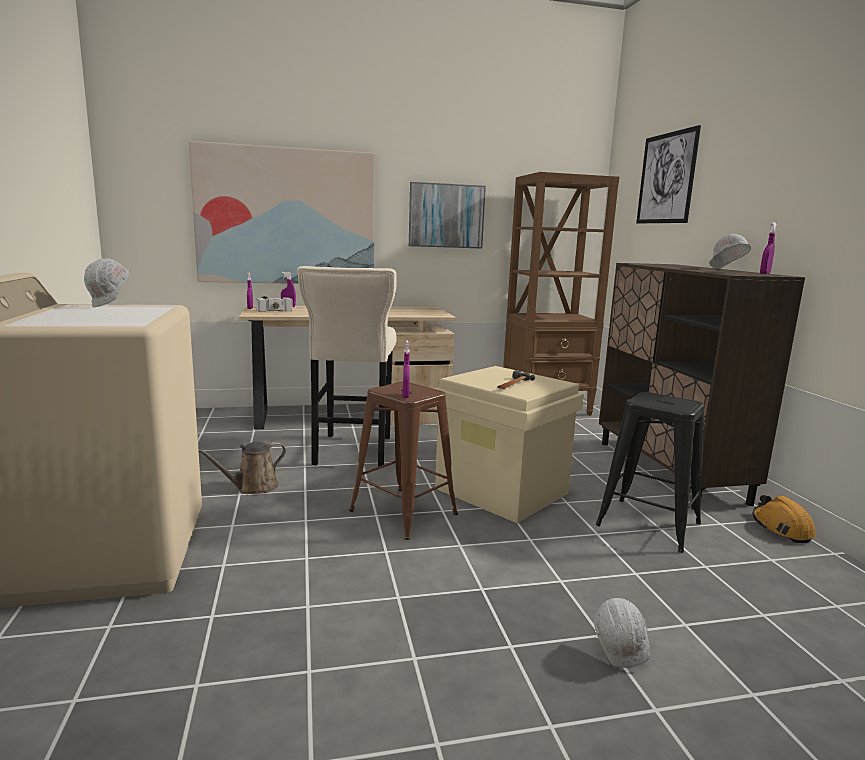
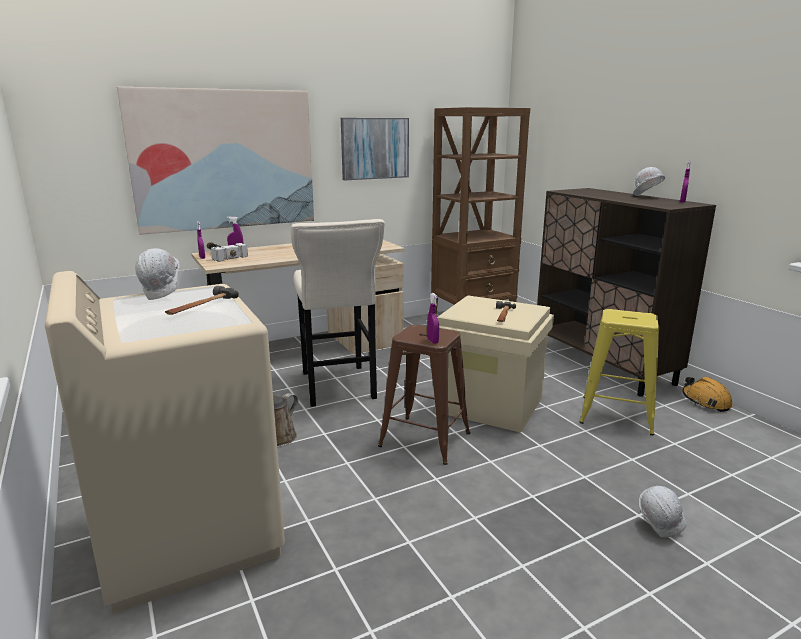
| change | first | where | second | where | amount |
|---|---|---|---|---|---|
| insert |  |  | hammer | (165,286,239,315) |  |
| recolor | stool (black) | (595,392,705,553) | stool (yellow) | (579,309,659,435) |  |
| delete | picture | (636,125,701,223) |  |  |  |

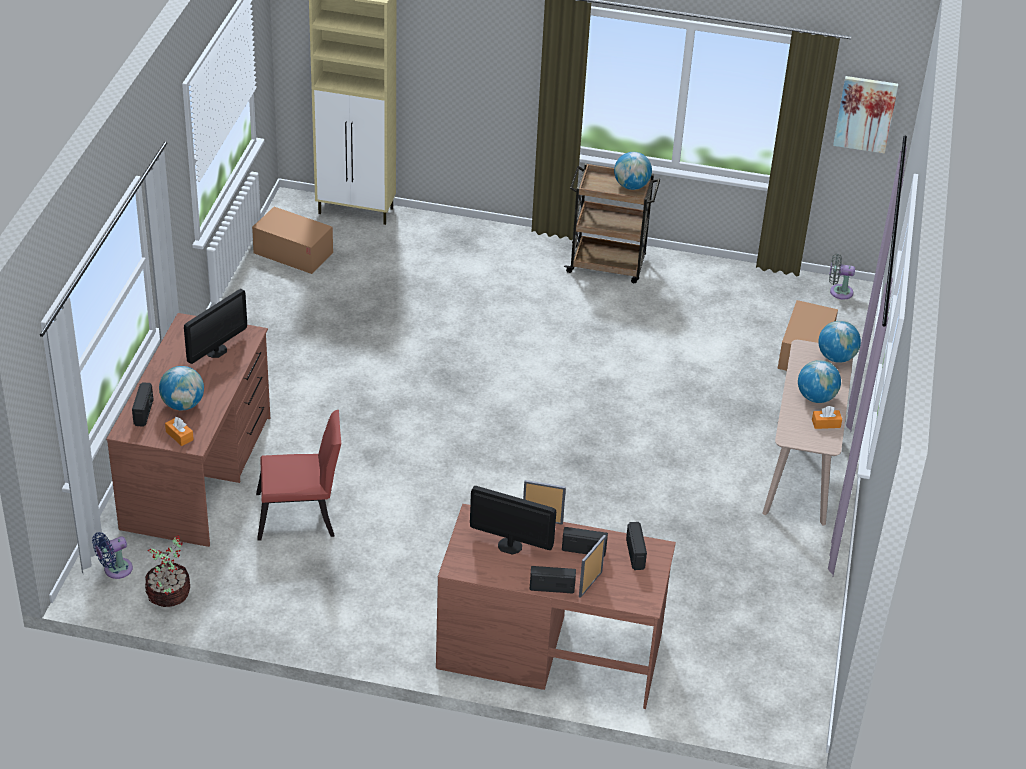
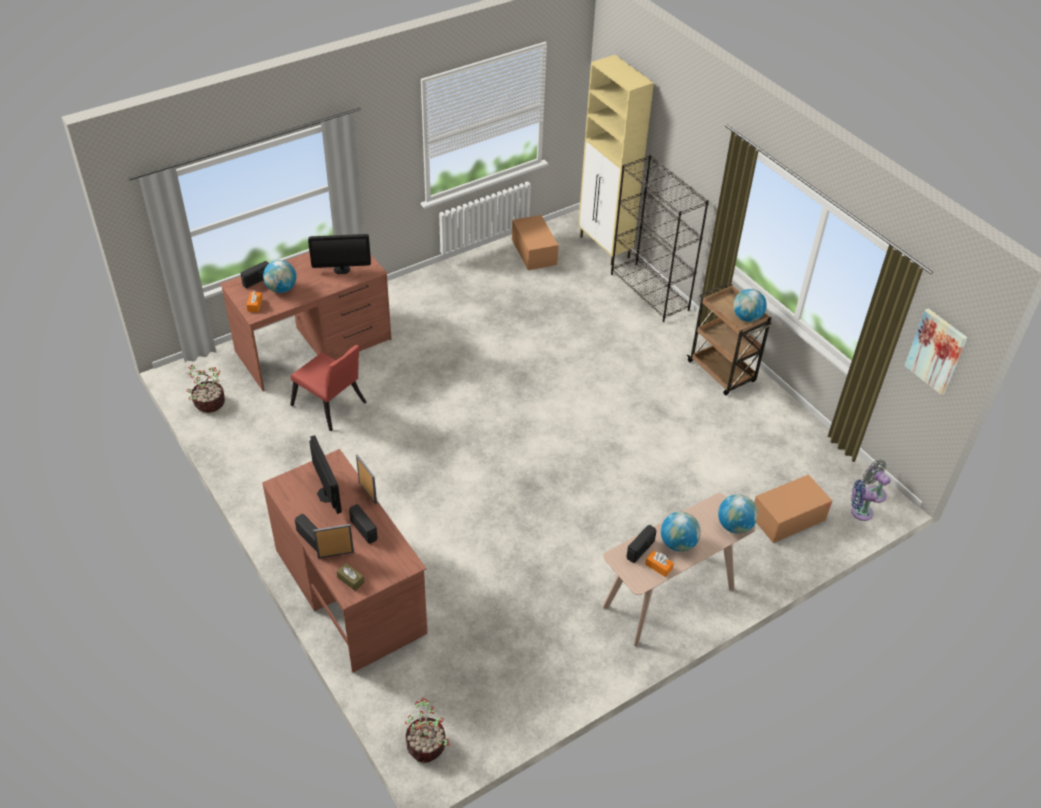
| change | first | where | second | where | amount |
|---|---|---|---|---|---|
| insert |  |  | tissue box (brown) | (336,563,365,591) |  |
| insert |  |  | potted plant | (404,697,450,763) |  |
| insert |  |  | bookcase (black) | (611,155,709,322) |  |
| move | radio | (626,522,647,570) |  | (626,525,656,563) |  |
| move | fan (blue) | (92,532,133,579) |  | (851,480,878,521) |  |

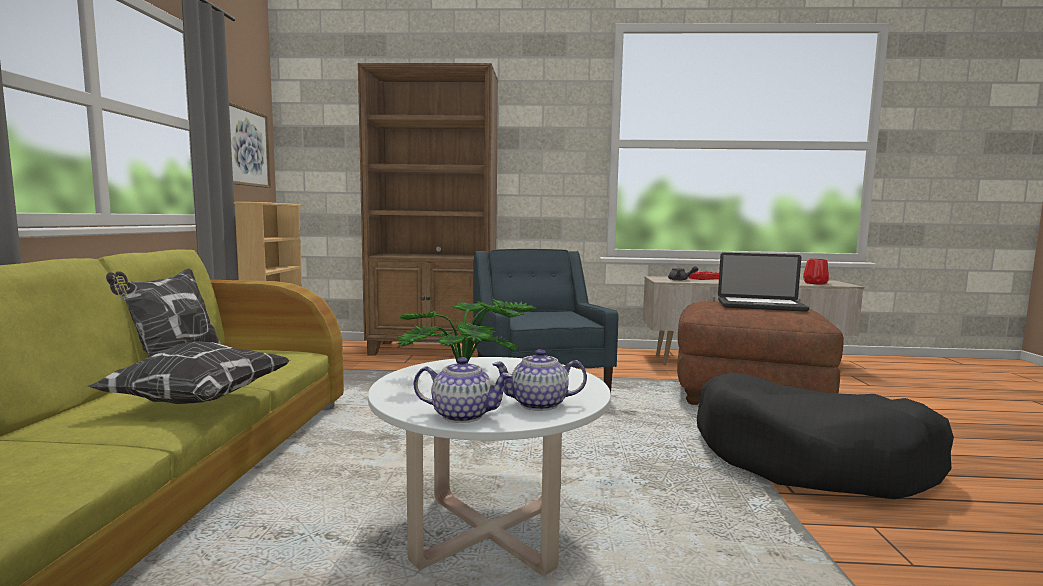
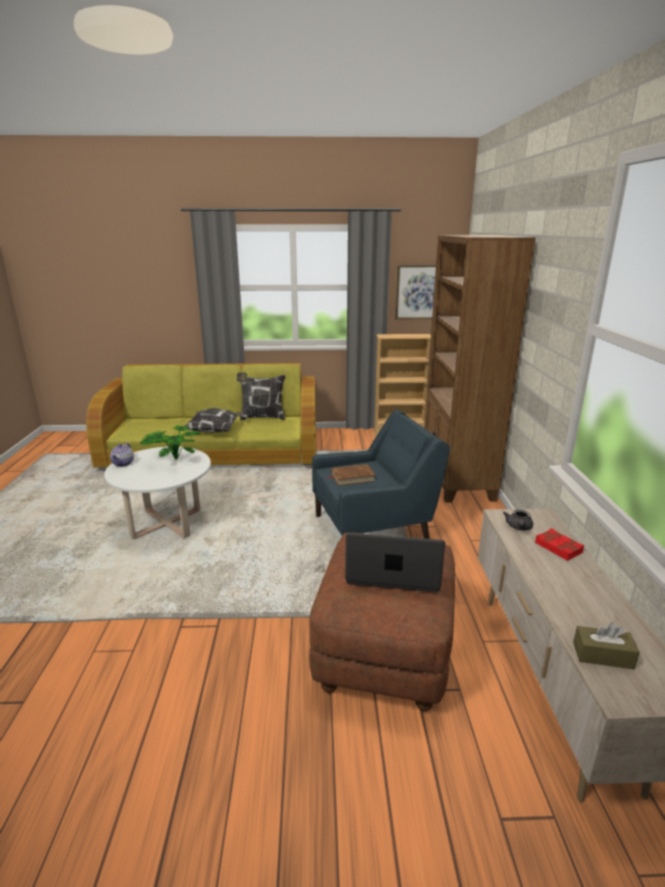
| change | first | where | second | where | amount |
|---|---|---|---|---|---|
| insert |  |  | book (brown) | (326,464,375,486) |  |
| rotate | laptop | (718,253,809,312) |  | (345,533,445,592) | 90 degrees clockwise |
| replace | vase (red) | (803,259,829,285) | tissue box (brown) | (573,623,640,669) |  |
| delete | teapot | (492,349,587,411) |  |  |  |
| delete | dog bed (black) | (697,373,954,499) |  |  |  |

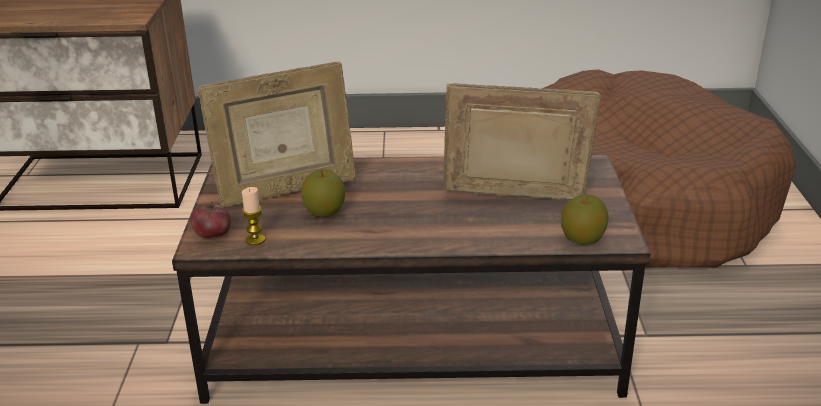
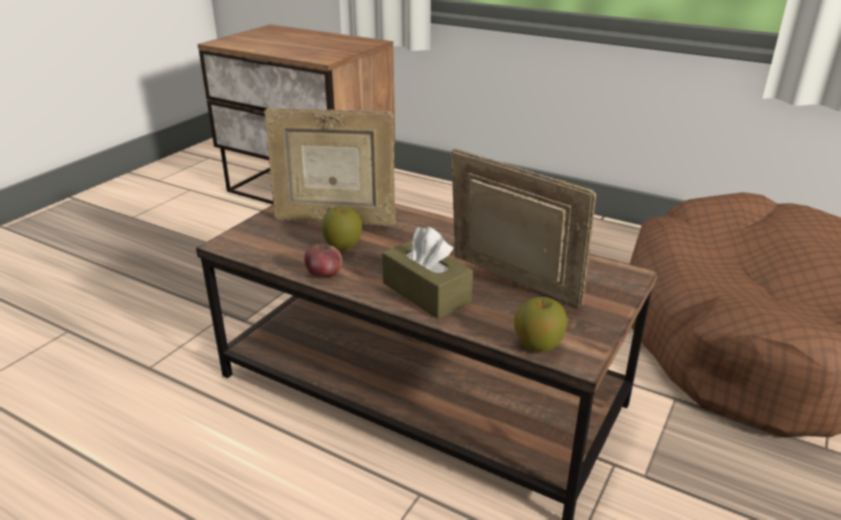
| change | first | where | second | where | amount |
|---|---|---|---|---|---|
| move | apple | (191,202,231,238) |  | (304,242,342,277) |  |
| insert |  |  | tissue box (brown) | (382,227,473,319) |  |
| delete | candle | (242,187,265,245) |  |  |  |

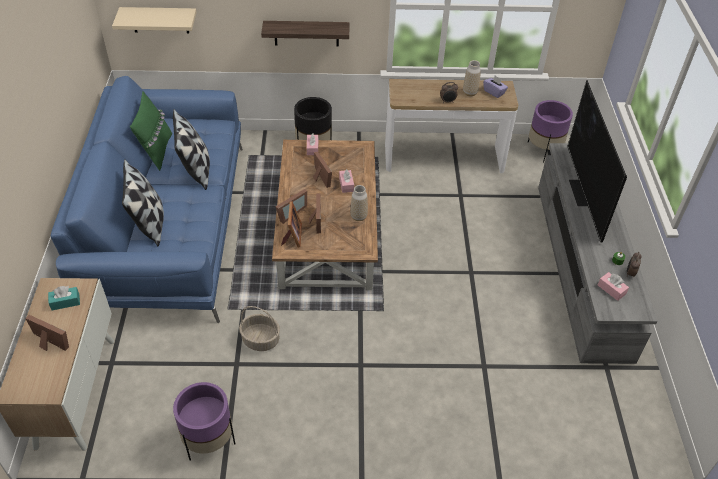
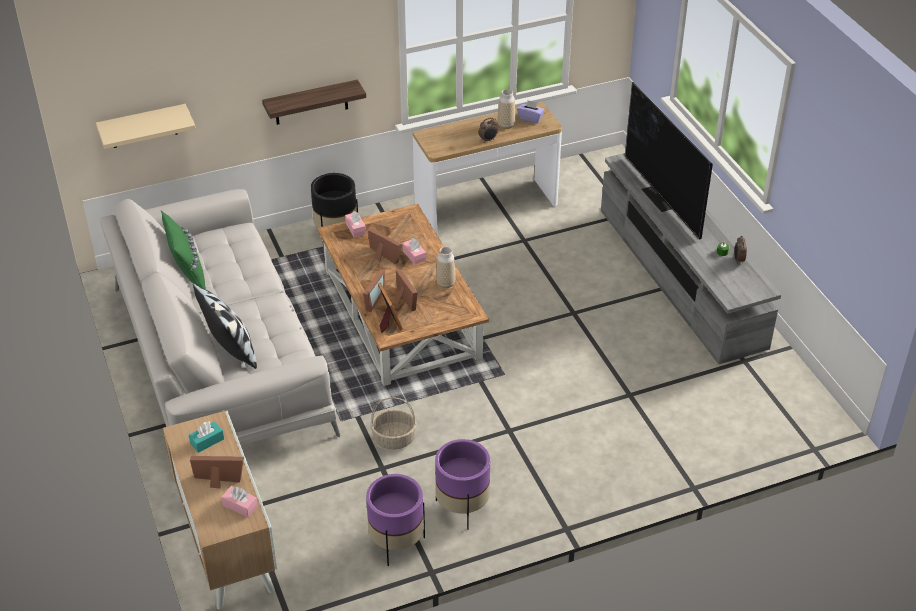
| change | first | where | second | where | amount |
|---|---|---|---|---|---|
| recolor | sofa (blue) | (51,76,243,324) | sofa (grey) | (100,189,340,446) |  |
| move | tissue box (pink) | (598,272,629,301) |  | (221,486,258,517) |  |
| move | planter (purple) | (528,100,573,163) |  | (435,439,490,530) |  |
| delete | pillow | (173,109,210,190) |  |  |  |

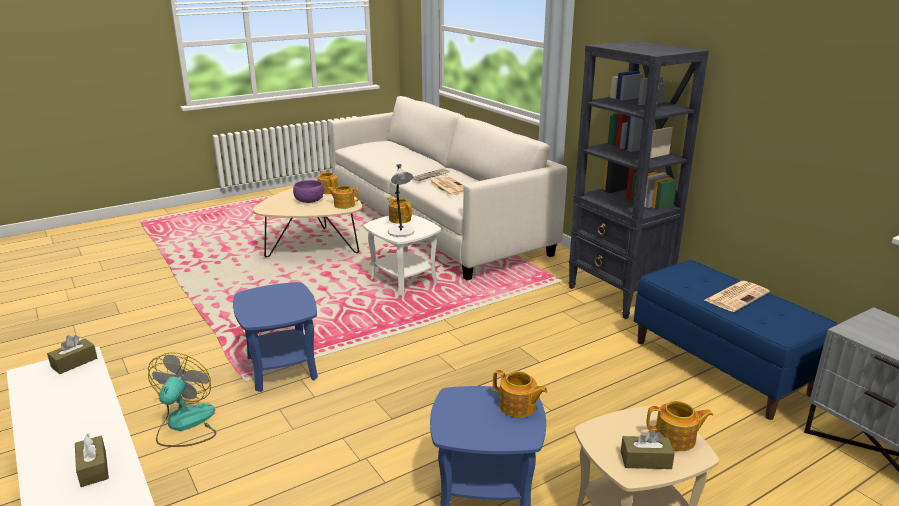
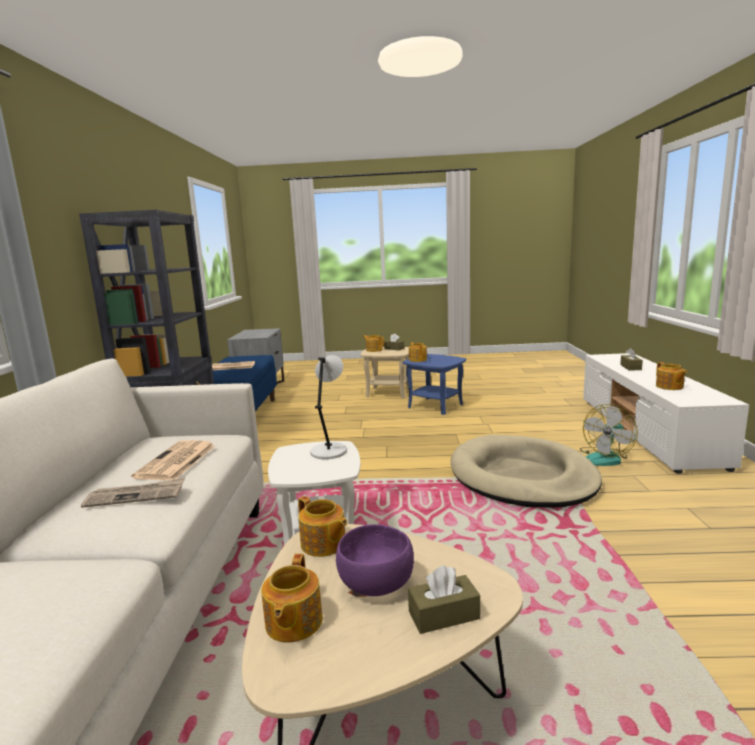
| change | first | where | second | where | amount |
|---|---|---|---|---|---|
| move | tissue box (brown) | (47,335,97,374) |  | (408,565,480,634) |  |
| replace | side table (blue) | (233,282,318,392) | dog bed (beige) | (451,435,602,508) |  |
| move | teapot | (387,197,412,224) |  | (656,362,687,390) |  |

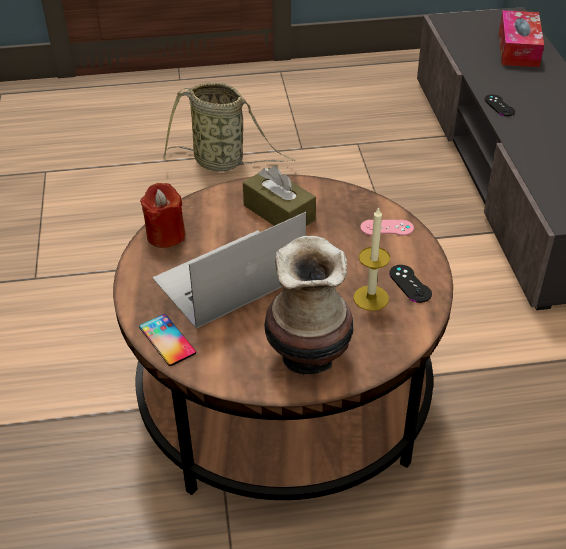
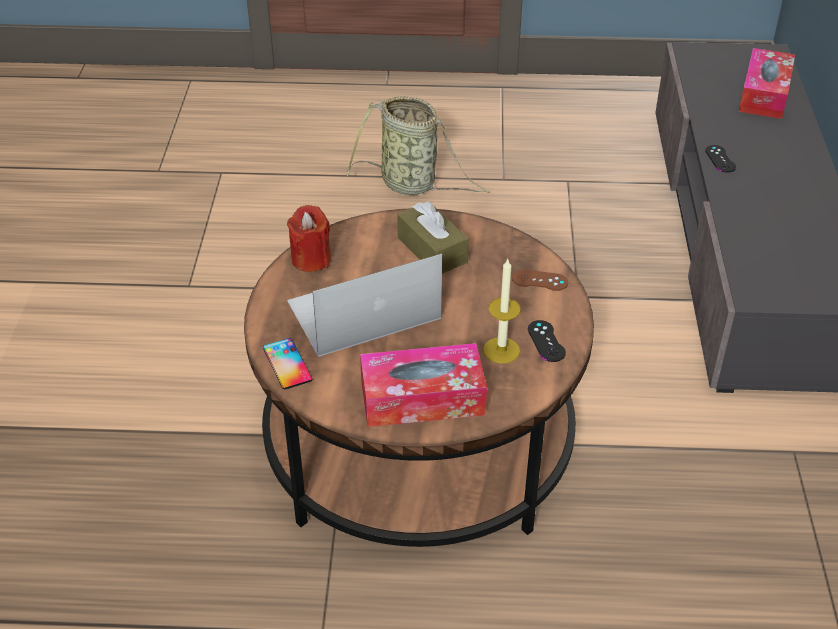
| change | first | where | second | where | amount |
|---|---|---|---|---|---|
| replace | vase | (264,236,353,375) | tissue box | (360,343,487,427) |  |
| recolor | game controller (pink) | (360,220,414,236) | game controller (brown) | (512,269,568,291) |  |

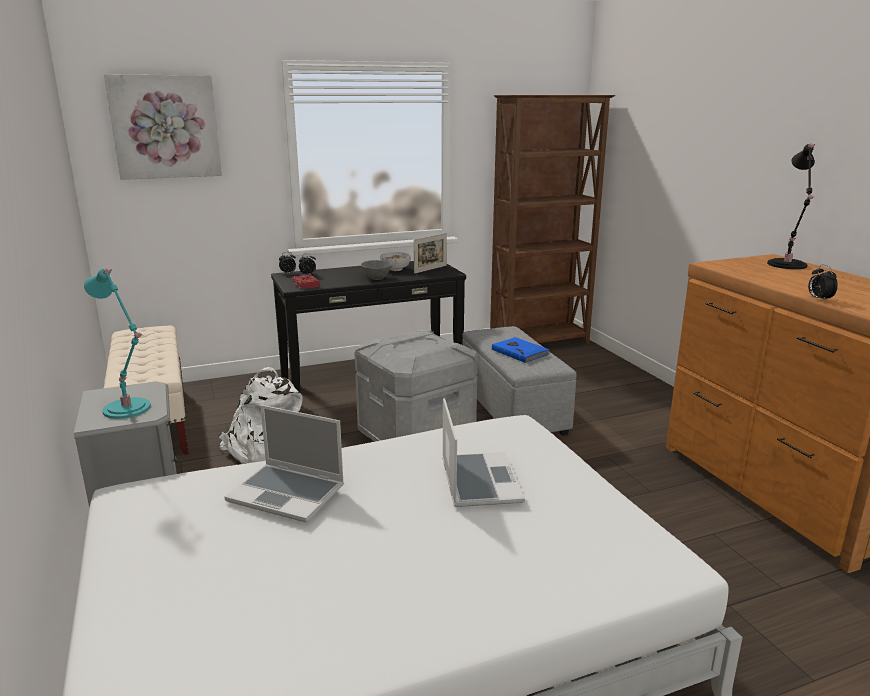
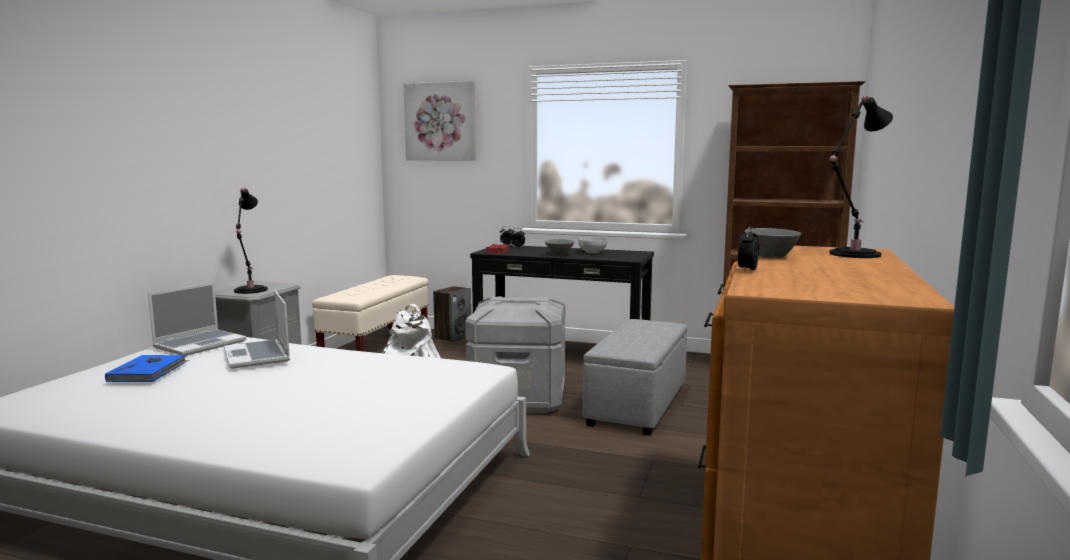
| change | first | where | second | where | amount |
|---|---|---|---|---|---|
| move | book (blue) | (492,337,550,363) |  | (105,355,189,382) |  |
| move | laptop | (442,398,525,507) |  | (148,283,247,356) |  |
| recolor | table lamp (turquoise) | (84,269,151,419) | table lamp (black) | (234,188,268,294) |  |
| insert |  |  | speaker | (433,286,471,342) |  |
| insert |  |  | bowl (grey) | (745,228,801,258) |  |
| delete | picture frame | (414,233,447,274) |  |  |  |

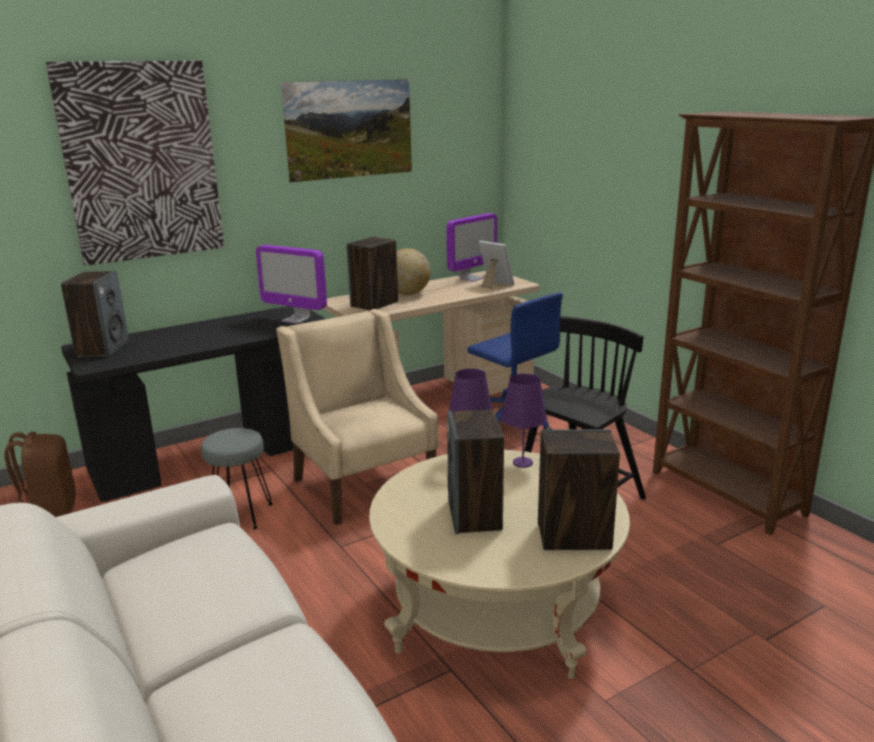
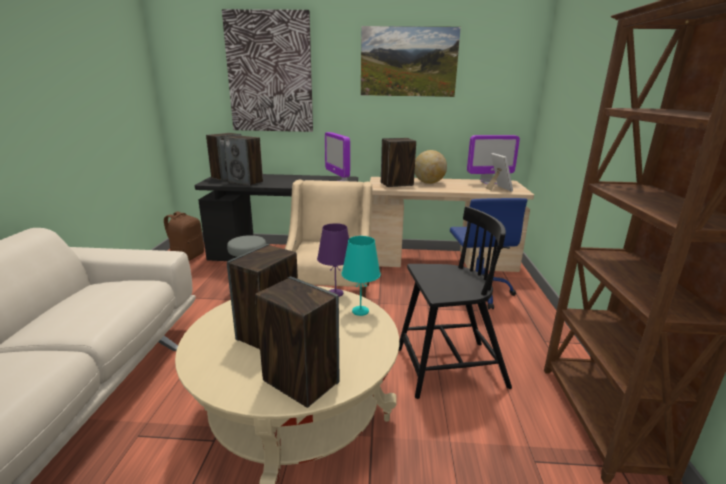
| change | first | where | second | where | amount |
|---|---|---|---|---|---|
| insert |  |  | speaker | (224,136,263,186) |  |
| recolor | table lamp (purple) | (501,374,547,468) | table lamp (turquoise) | (341,236,381,316) |  |

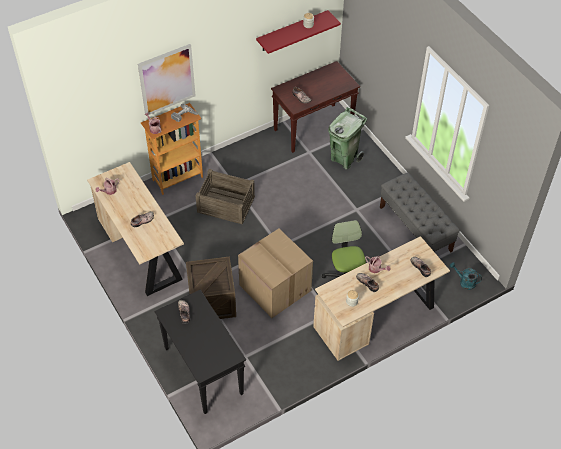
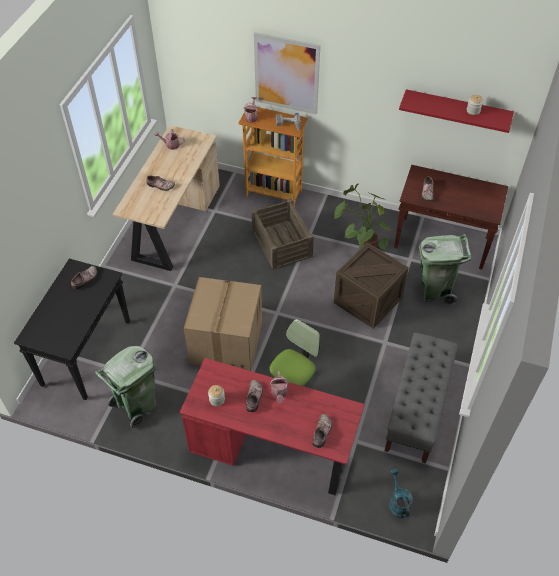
| change | first | where | second | where | amount |
|---|---|---|---|---|---|
| insert |  |  | trash can (green) | (95,346,156,429) |  |
| recolor | desk (beige) | (313,236,450,361) | desk (red) | (179,358,365,495) |  |
| insert |  |  | potted plant | (334,184,392,250) |  |
| move | crate | (186,256,236,319) |  | (334,242,409,329) |  |

